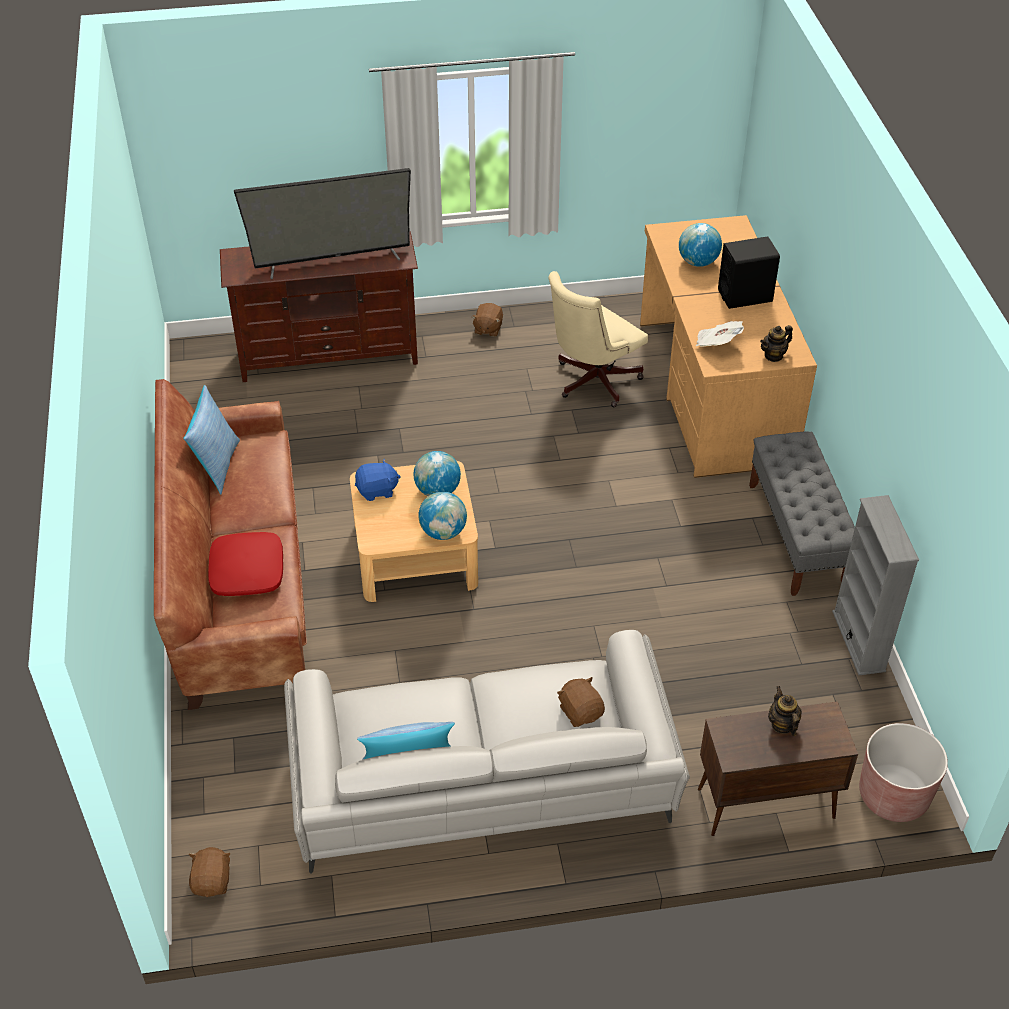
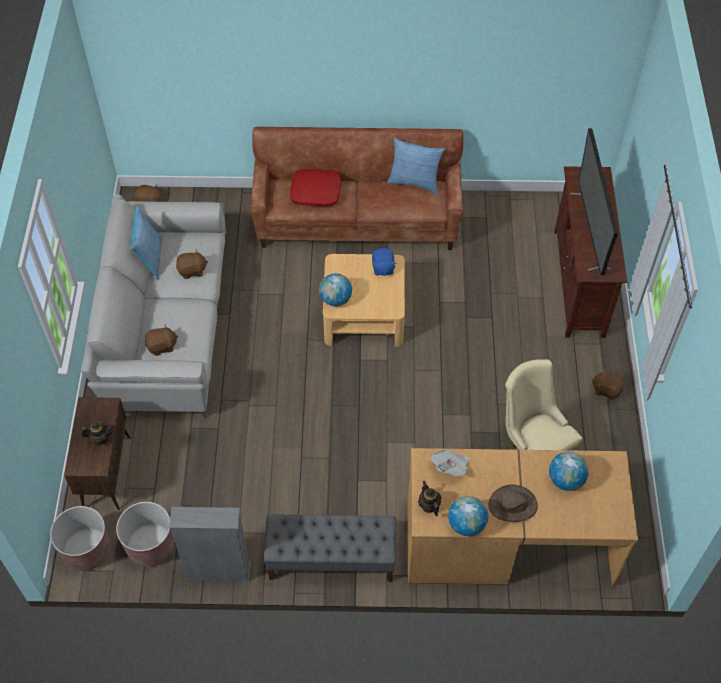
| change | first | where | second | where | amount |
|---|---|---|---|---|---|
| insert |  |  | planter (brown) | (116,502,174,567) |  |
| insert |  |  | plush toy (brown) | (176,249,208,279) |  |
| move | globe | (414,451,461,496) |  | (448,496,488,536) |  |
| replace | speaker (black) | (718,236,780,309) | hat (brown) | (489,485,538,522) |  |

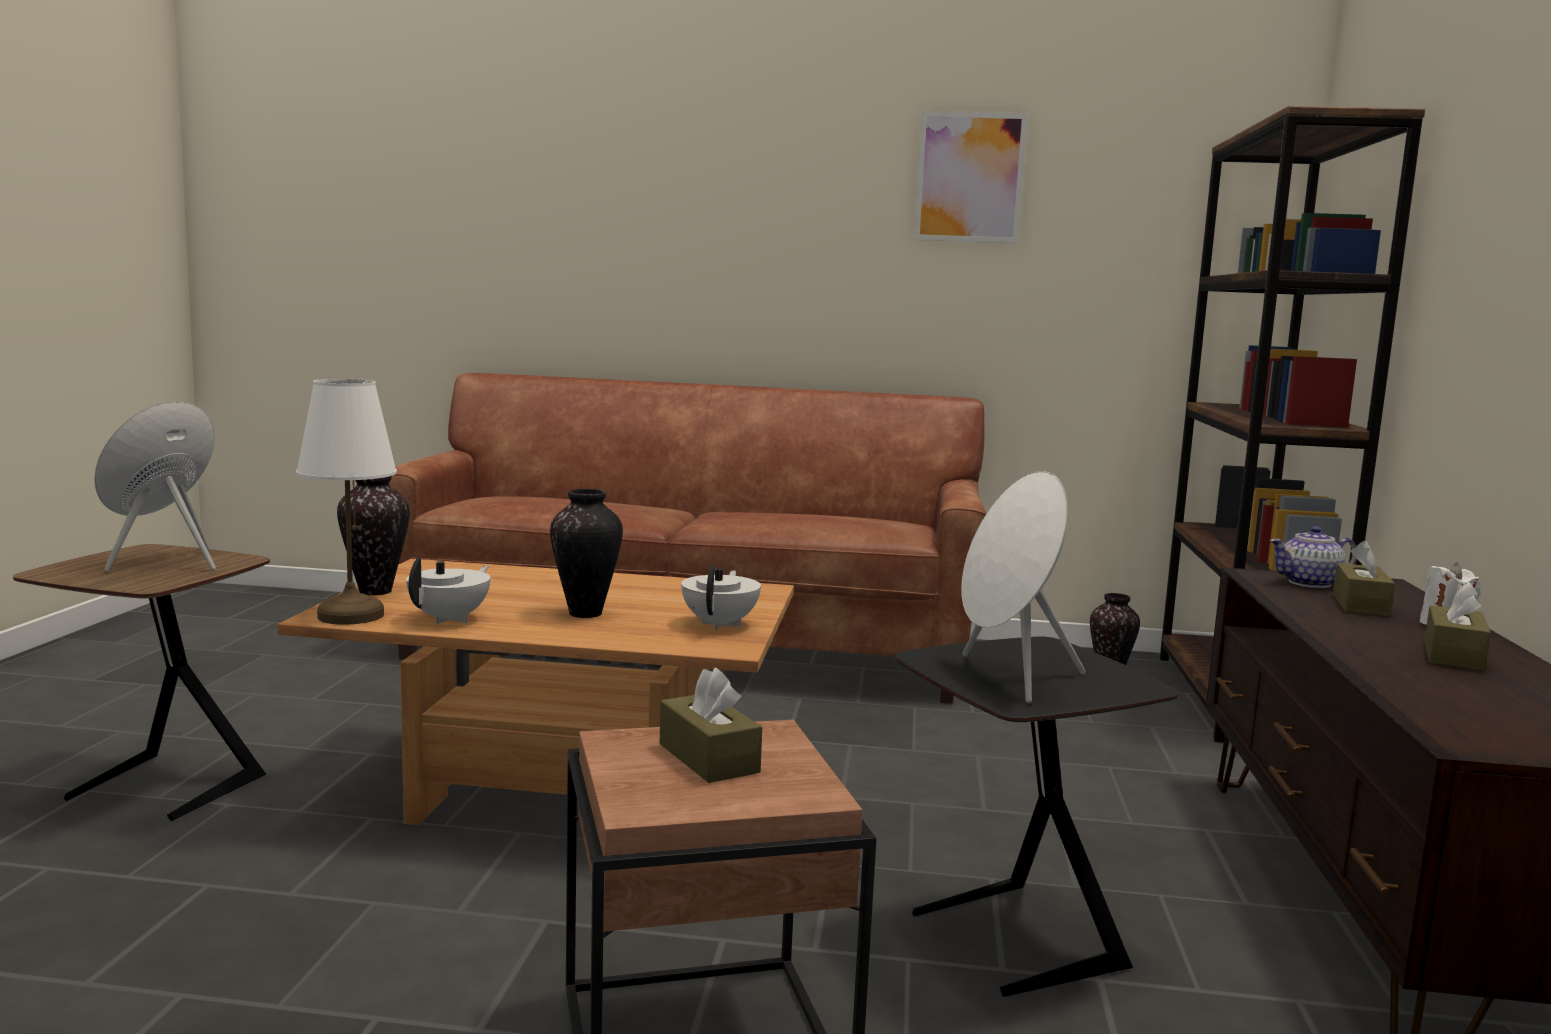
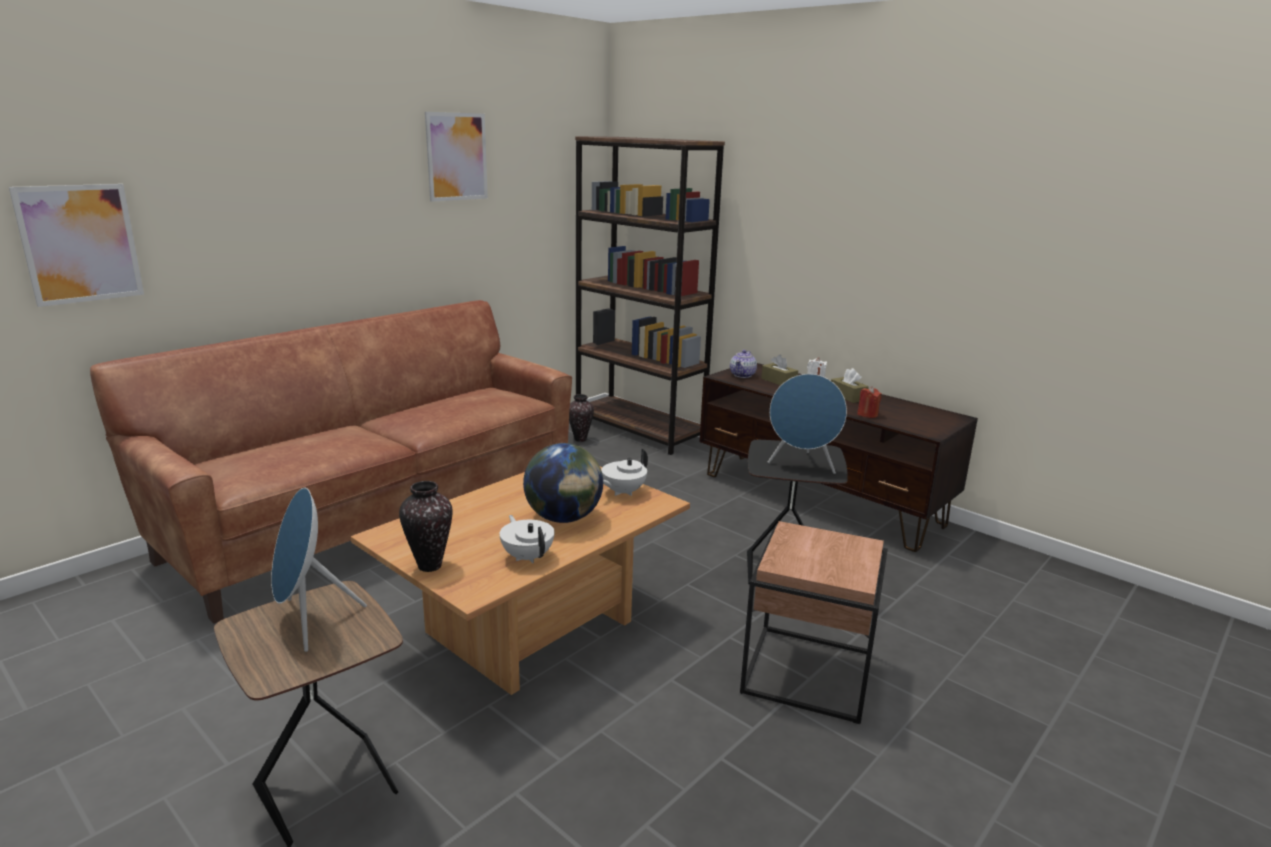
| change | first | where | second | where | amount |
|---|---|---|---|---|---|
| insert |  |  | picture | (9,184,144,307) |  |
| replace | vase | (550,489,623,618) | globe | (523,443,603,523) |  |
| rotate | teapot (white) | (681,565,761,630) |  | (601,449,648,496) | 90 degrees counterclockwise |
| recolor | speaker (white) | (961,471,1086,703) | speaker (blue) | (768,374,847,474) |  |
| insert |  |  | candle (red) | (857,387,881,418) |  |
| delete | table lamp (white) | (296,379,397,625) |  |  |  |
| delete | tissue box (brown) | (660,667,762,783) |  |  |  |

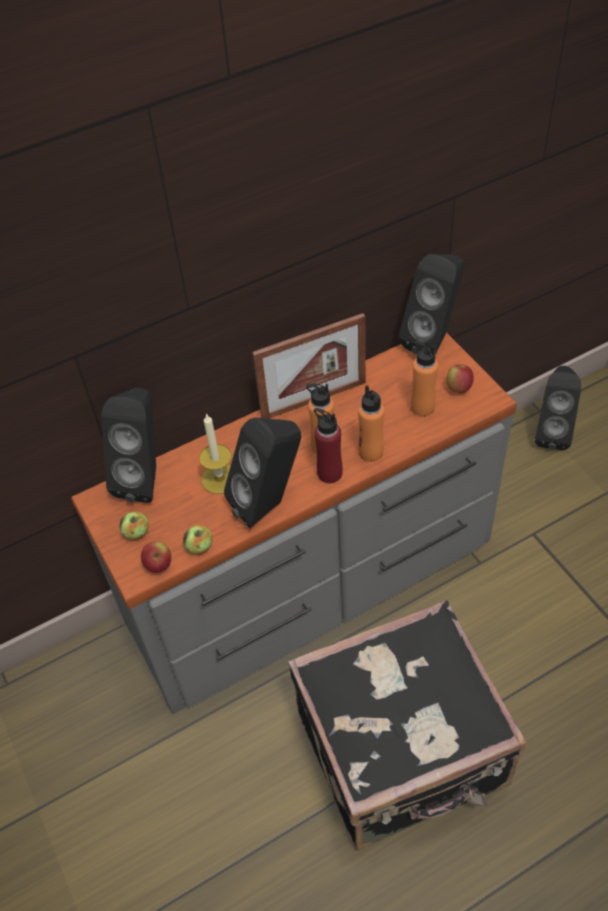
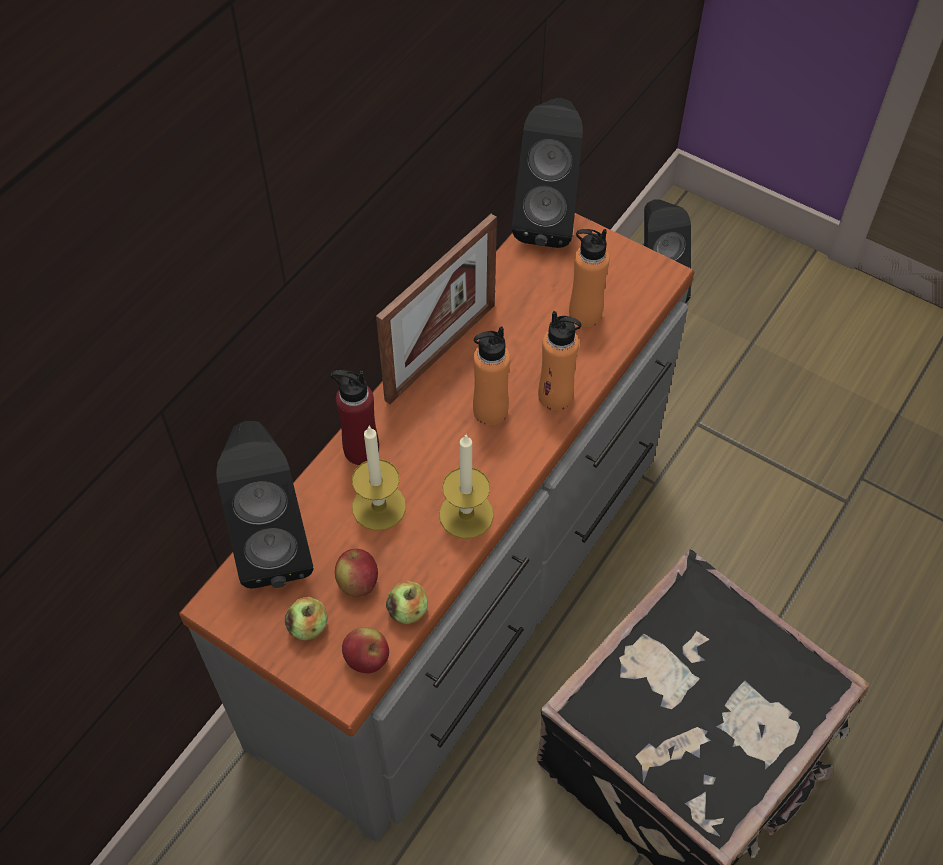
| change | first | where | second | where | amount |
|---|---|---|---|---|---|
| move | bottle (red) | (314,408,343,483) |  | (331,370,379,465) |  |
| move | apple | (446,364,474,393) |  | (335,549,378,597) |  |
| replace | speaker (black) | (224,417,301,528) | candle | (439,435,494,539) |  |

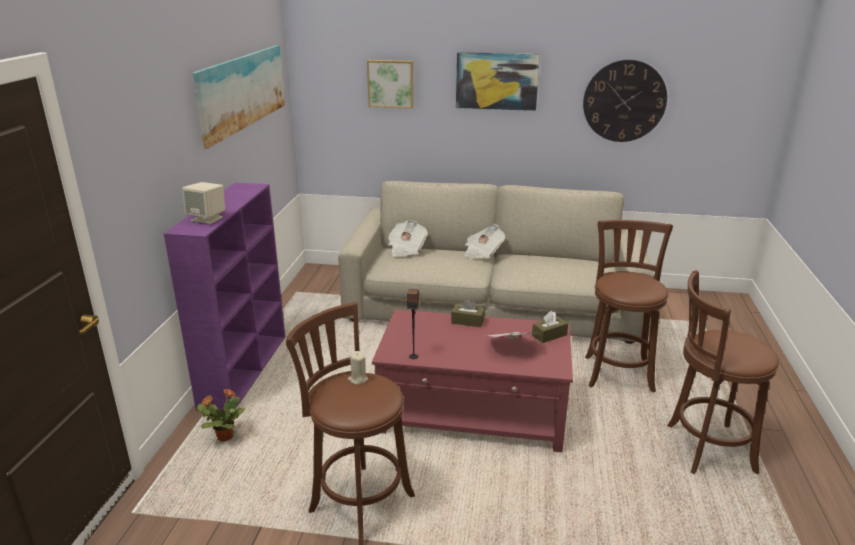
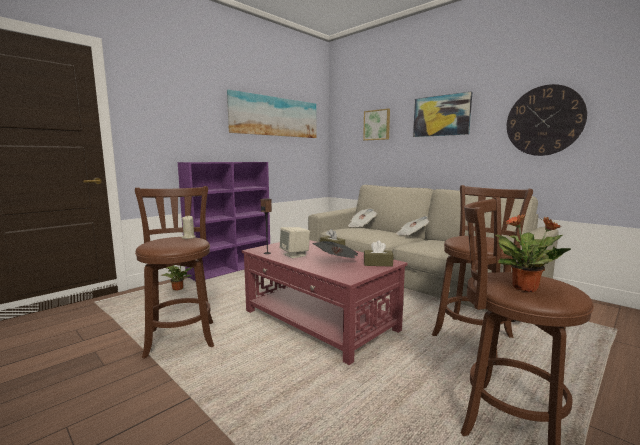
| change | first | where | second | where | amount |
|---|---|---|---|---|---|
| move | speaker (beige) | (182,182,225,224) |  | (280,227,310,258) |  |
| insert |  |  | potted plant | (495,214,571,292) |  |

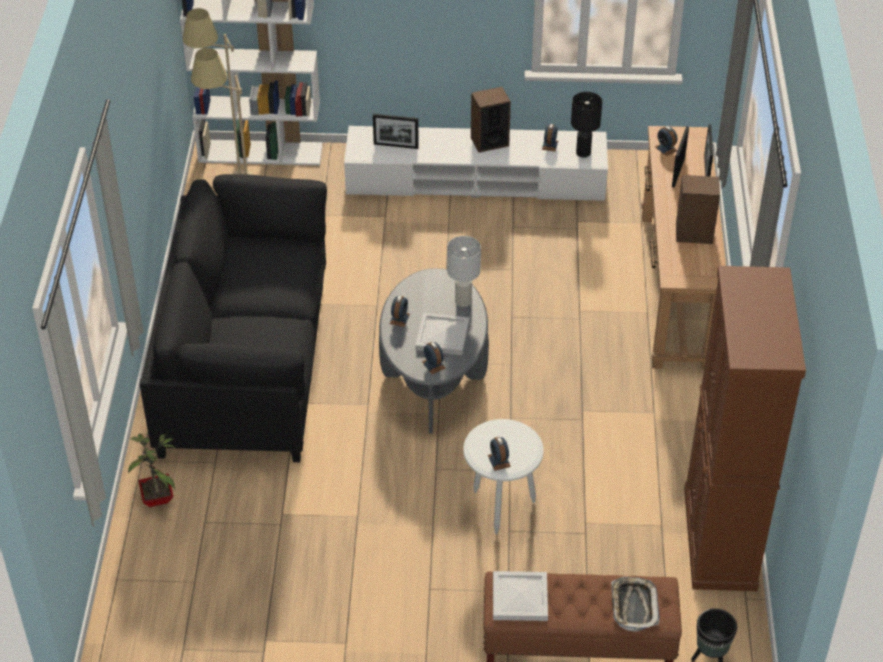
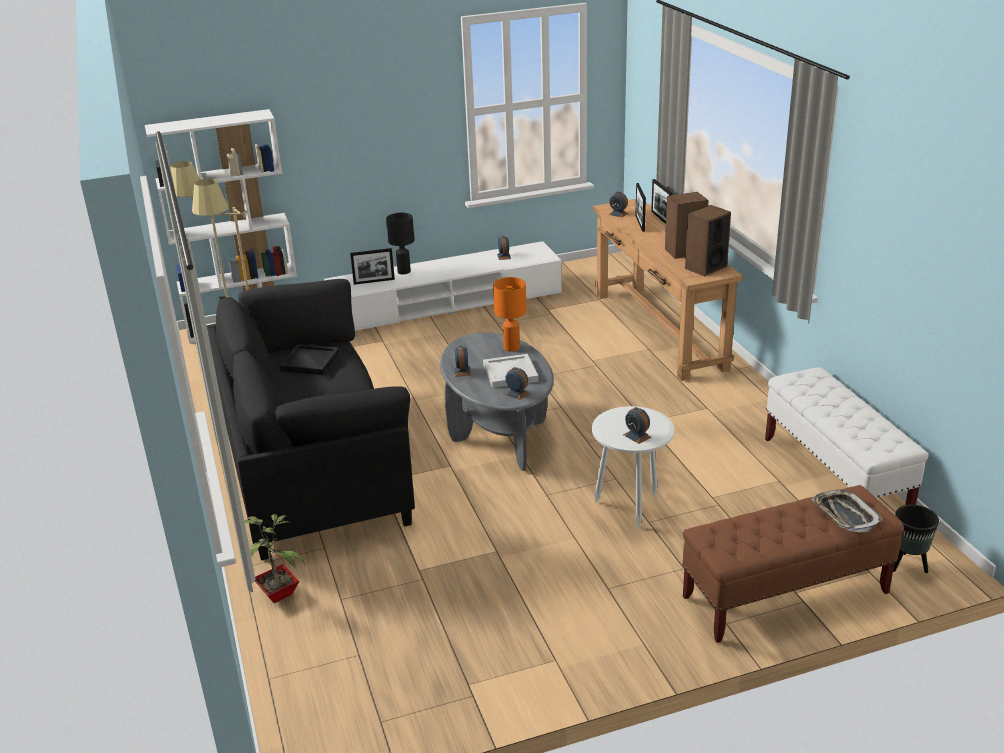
| change | first | where | second | where | amount |
|---|---|---|---|---|---|
| insert |  |  | tray (black) | (279,344,340,375) |  |
| move | table lamp (black) | (571,92,602,158) |  | (386,213,415,274) |  |
| recolor | table lamp (white) | (447,236,481,307) | table lamp (orange) | (493,277,527,351) |  |
| move | speaker | (471,87,511,153) |  | (685,205,731,277) |  |
| replace | cabinet (brown) | (684,266,806,591) | bench (white) | (765,367,929,505) |  |
| delete | tray (white) | (493,571,548,621) |  |  |  |

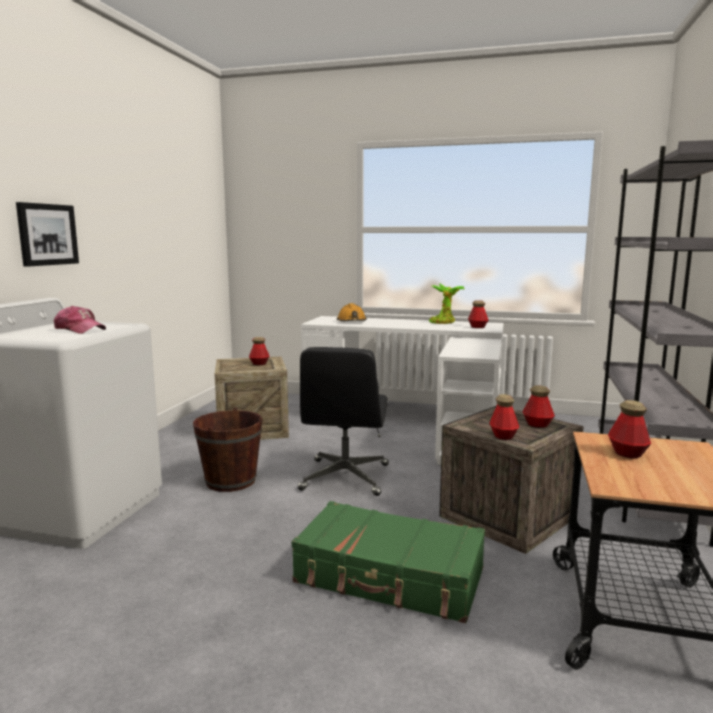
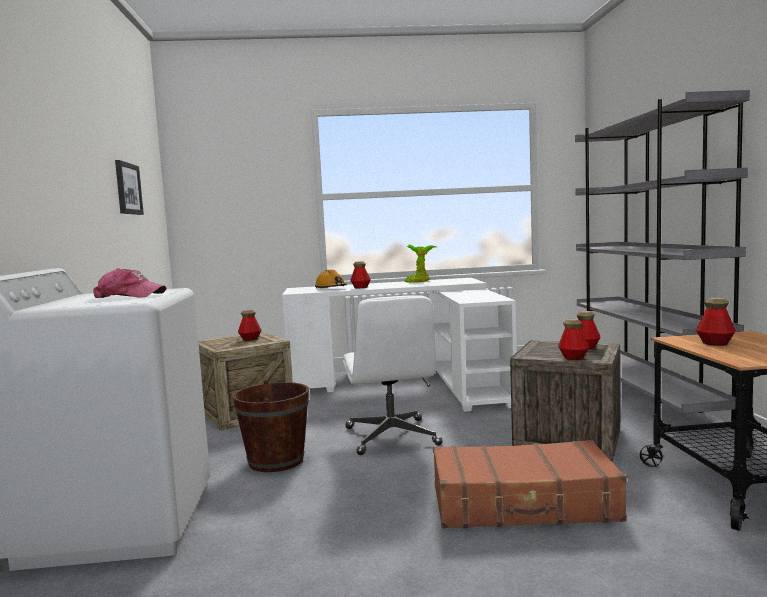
| change | first | where | second | where | amount |
|---|---|---|---|---|---|
| move | picture | (16,202,79,267) |  | (115,160,144,215) |  |
| recolor | office chair (black) | (298,347,389,496) | office chair (white) | (343,296,442,455) |  |
| move | bottle | (468,300,489,328) |  | (350,261,371,288) |  |
| recolor | suitcase (green) | (292,501,485,623) | suitcase (brown) | (433,440,626,528) |  |

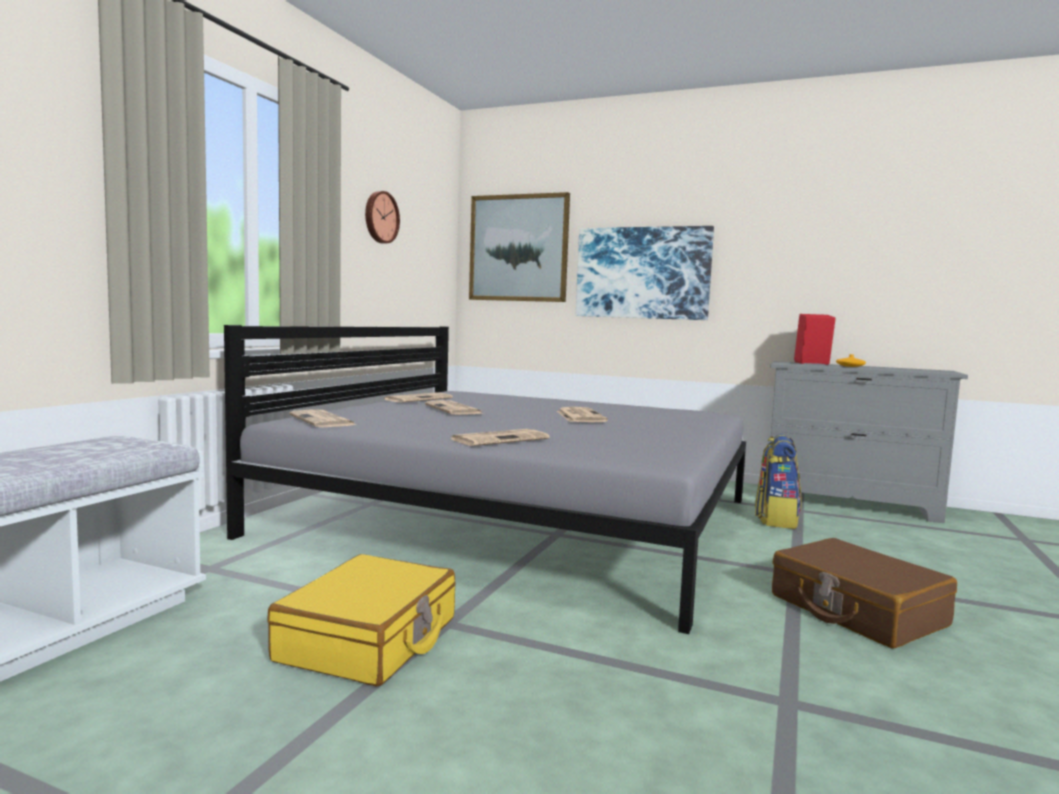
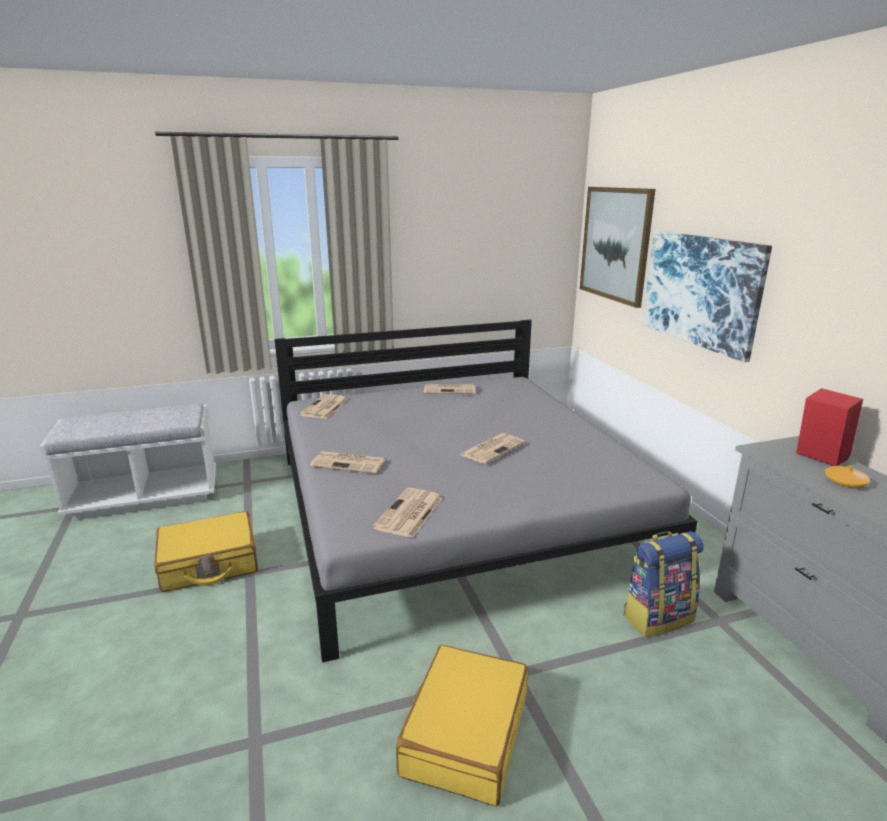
| change | first | where | second | where | amount |
|---|---|---|---|---|---|
| move | newspaper | (425,400,482,415) |  | (372,488,443,538) |  |
| recolor | suitcase (brown) | (772,538,957,649) | suitcase (yellow) | (396,645,528,806) |  |
| delete | wall clock | (365,191,400,243) |  |  |  |

